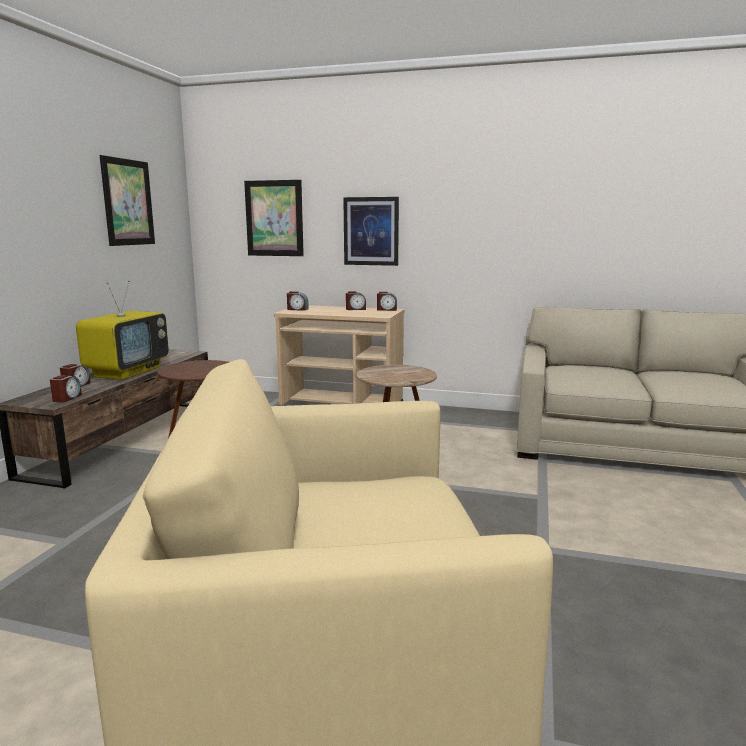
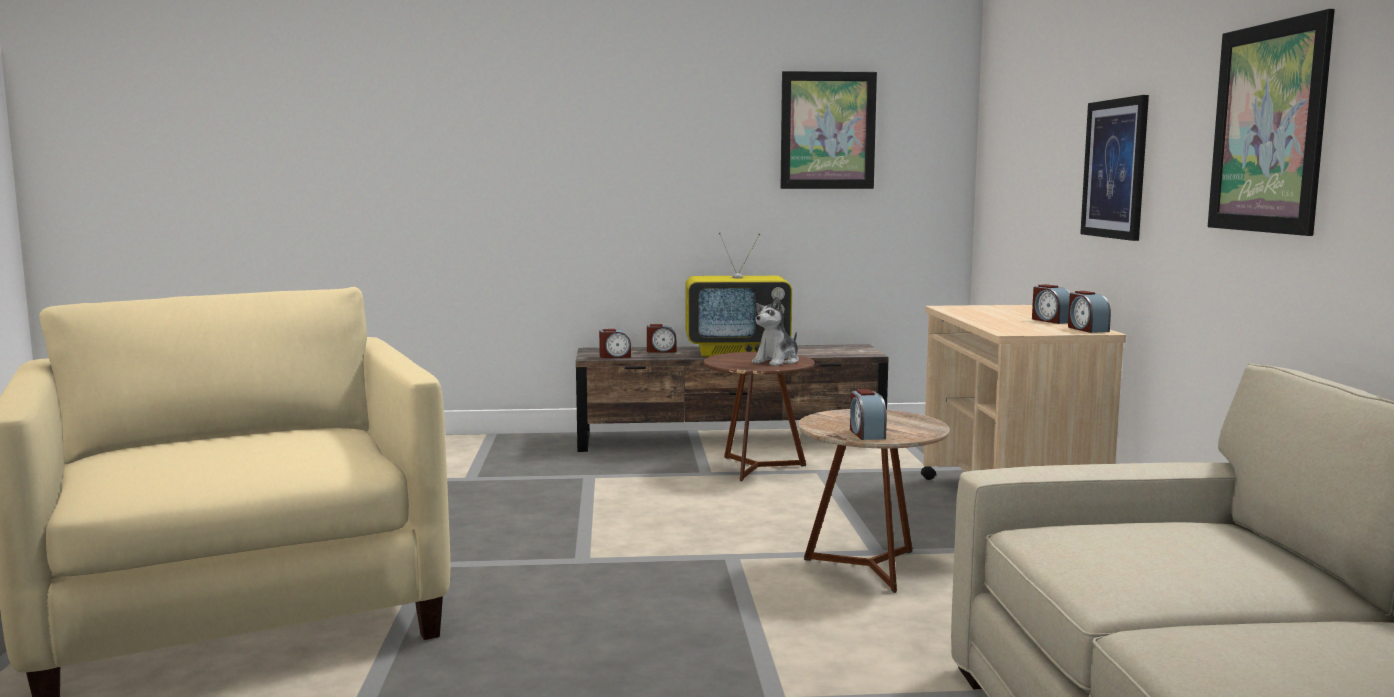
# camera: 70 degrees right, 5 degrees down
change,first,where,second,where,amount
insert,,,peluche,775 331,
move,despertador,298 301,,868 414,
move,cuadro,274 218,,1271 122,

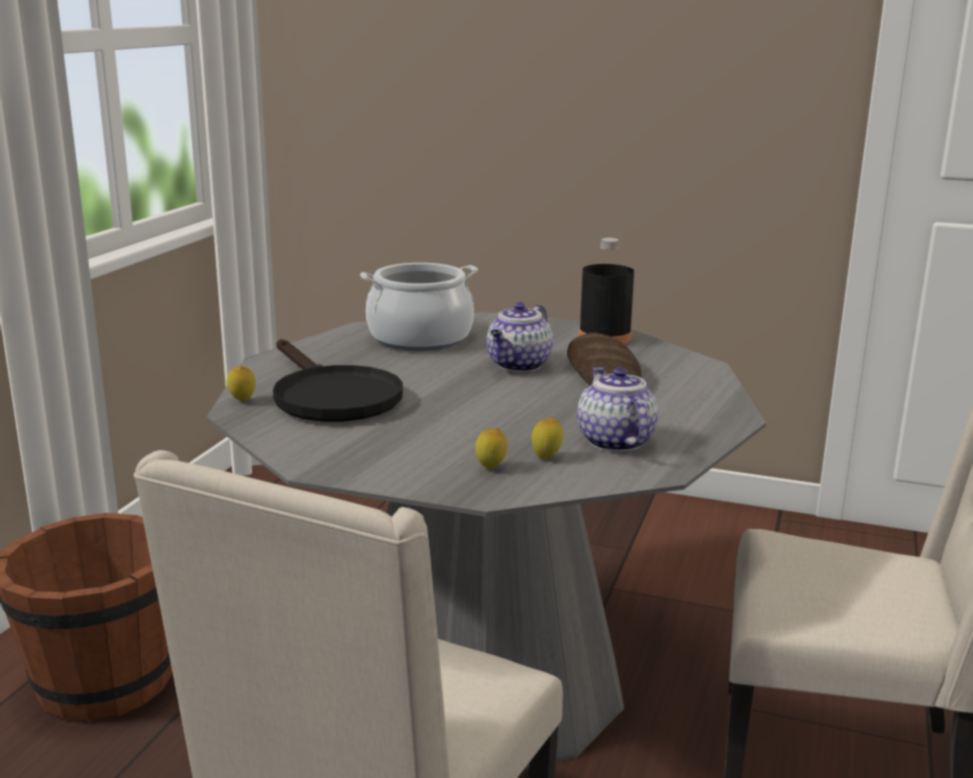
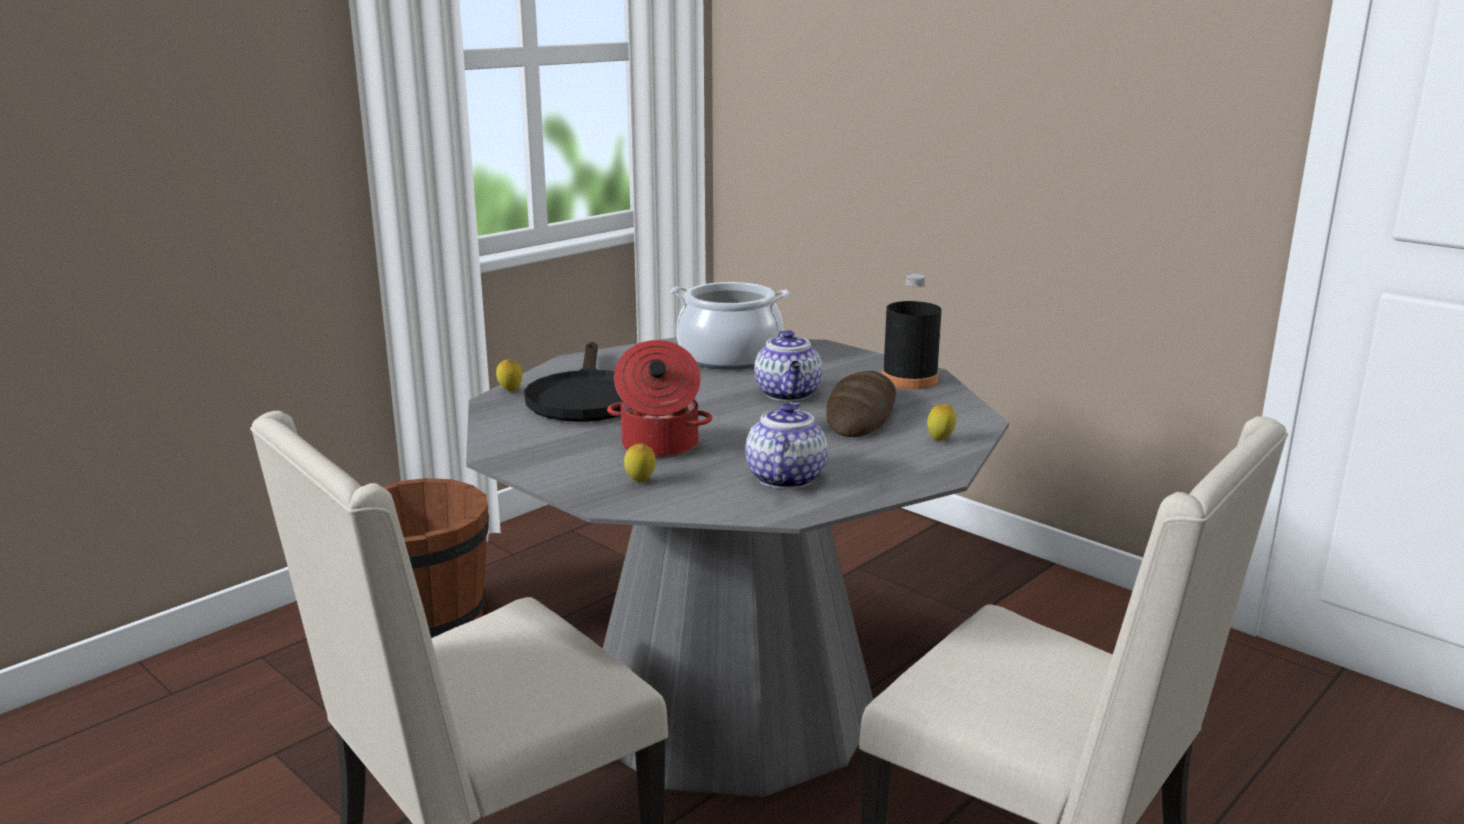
# camera: 25 degrees right, 0 degrees up
change,first,where,second,where,amount
insert,,,olla,659 399,
rotate,tetera,520 337,,788 365,60 degrees counterclockwise
move,limón,547 437,,941 421,

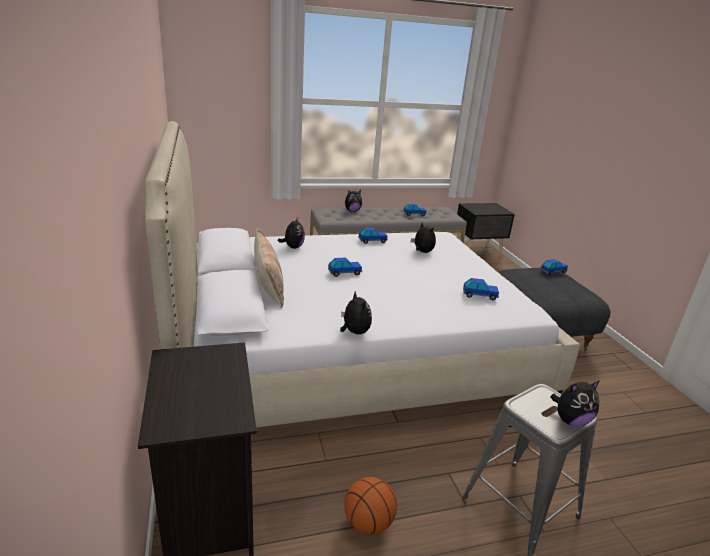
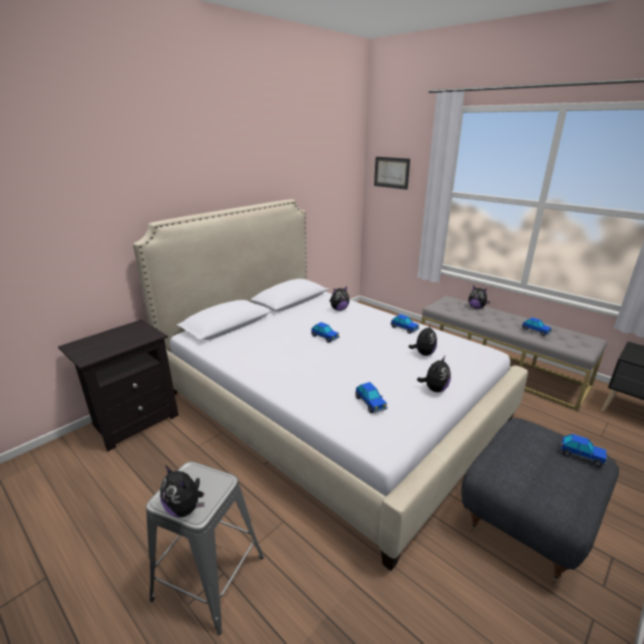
# camera: 60 degrees right, 0 degrees up
change,first,where,second,where,amount
insert,,,cuadro,392 173,
move,peluche,356 312,,434 374,
delete,cojín,269 268,,,
delete,balón de baloncesto,370 506,,,

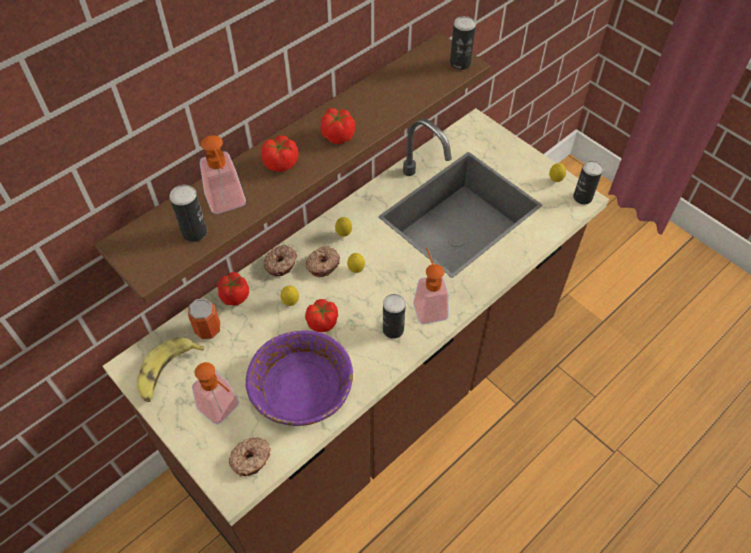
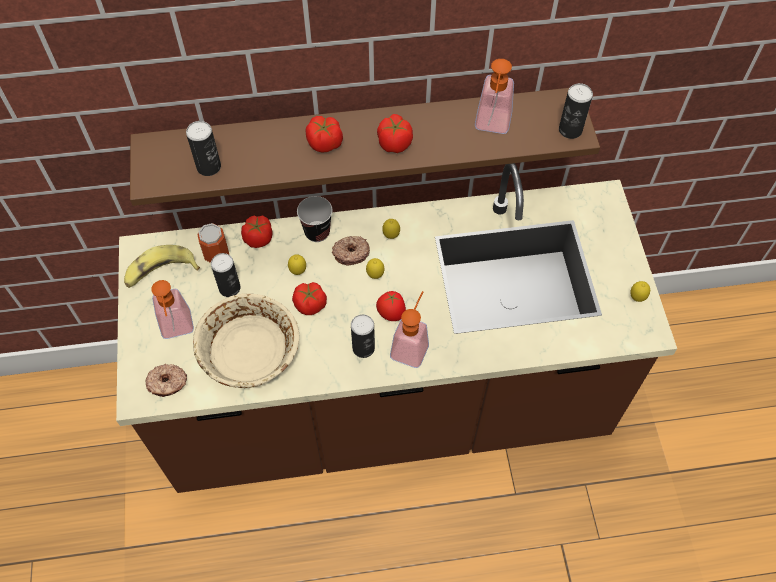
# camera: 35 degrees right, 5 degrees up
change,first,where,second,where,amount
recolor,cuenco/morado,299 378,cuenco/beis,246 340,
move,lata,588 183,,226 275,
replace,rosquilla,280 260,taza,314 219,
insert,,,tomate,391 306,
move,dispensador de jabón,223 174,,494 96,

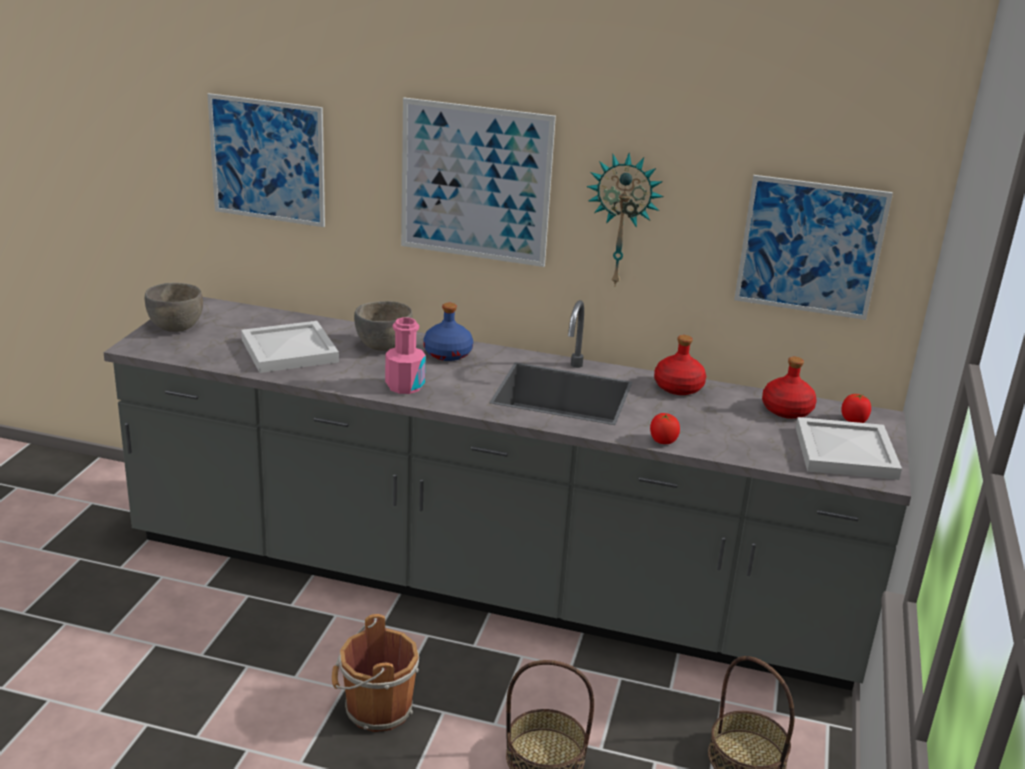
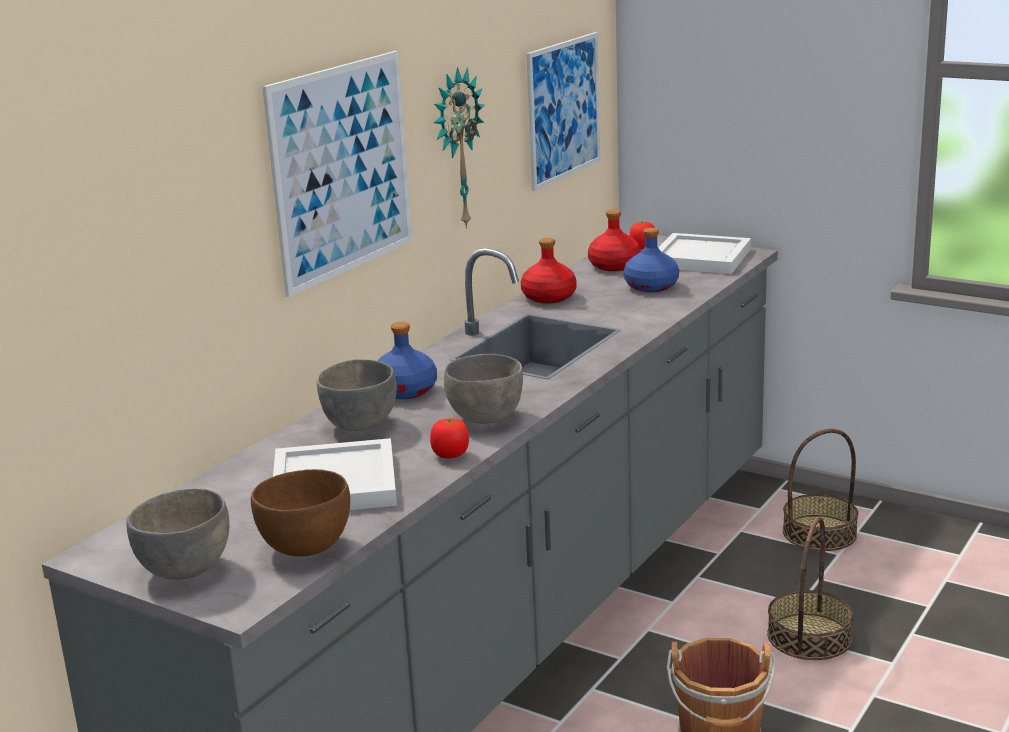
# camera: 70 degrees left, 5 degrees down
change,first,where,second,where,amount
insert,,,cuenco/marrón,300 513,
move,tomate,665 428,,449 438,
replace,botella/rosa,405 355,cuenco/gris,483 389,
insert,,,botella/azul,651 259,
delete,cuadro,266 160,,,

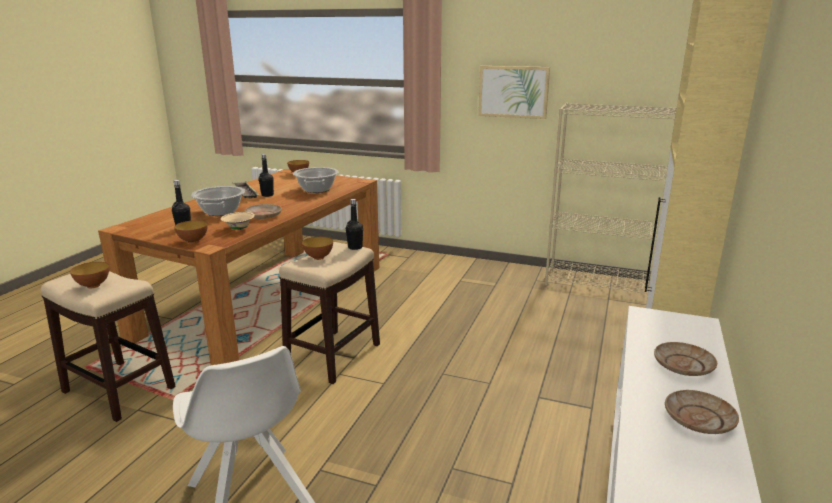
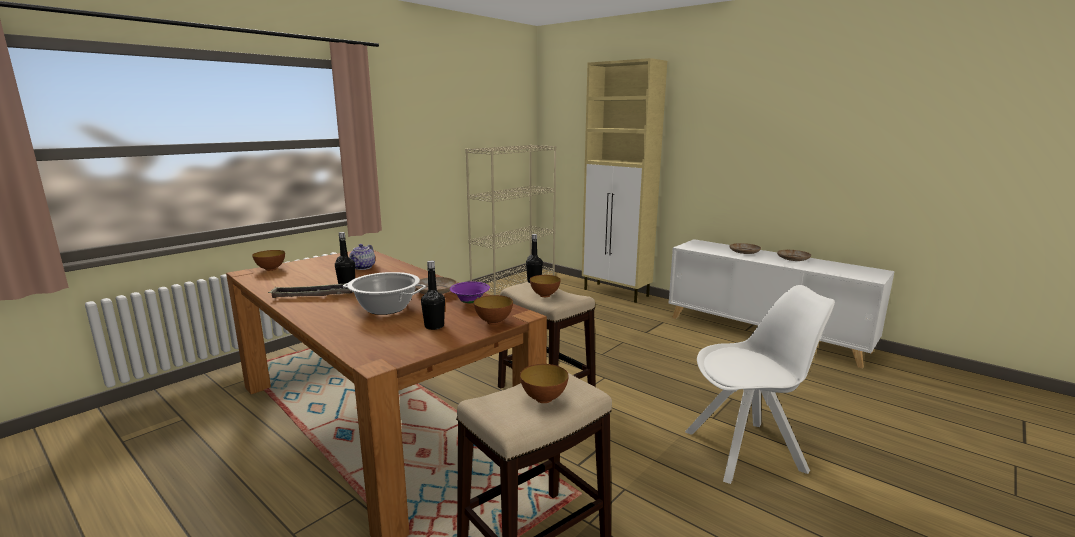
# camera: 70 degrees left, 5 degrees down
change,first,where,second,where,amount
replace,olla,315 180,tetera,362 257,
recolor,cuenco/beis,238 221,cuenco/morado,470 292,
delete,cuadro,514 92,,,

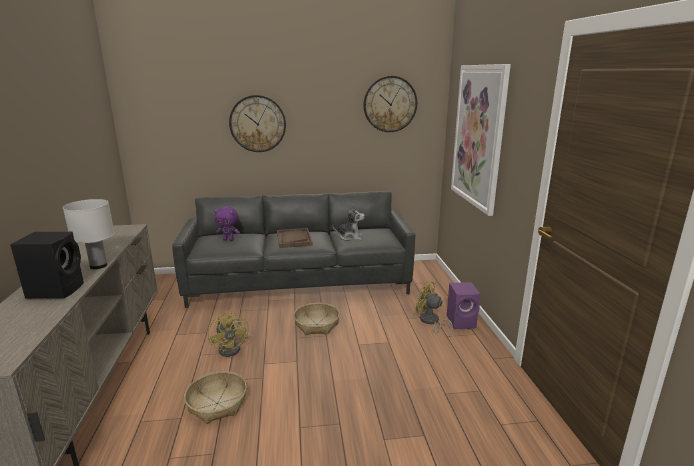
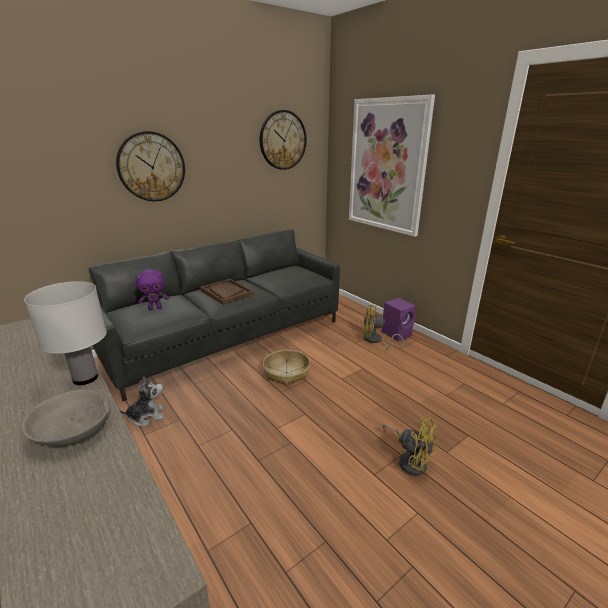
# camera: 30 degrees left, 5 degrees up
change,first,where,second,where,amount
replace,altavoz/negro,47 265,cuenco/gris,65 417,
move,peluche,349 223,,142 401,
move,ventilador/amarillo,228 333,,409 446,
delete,cesta,215 397,,,

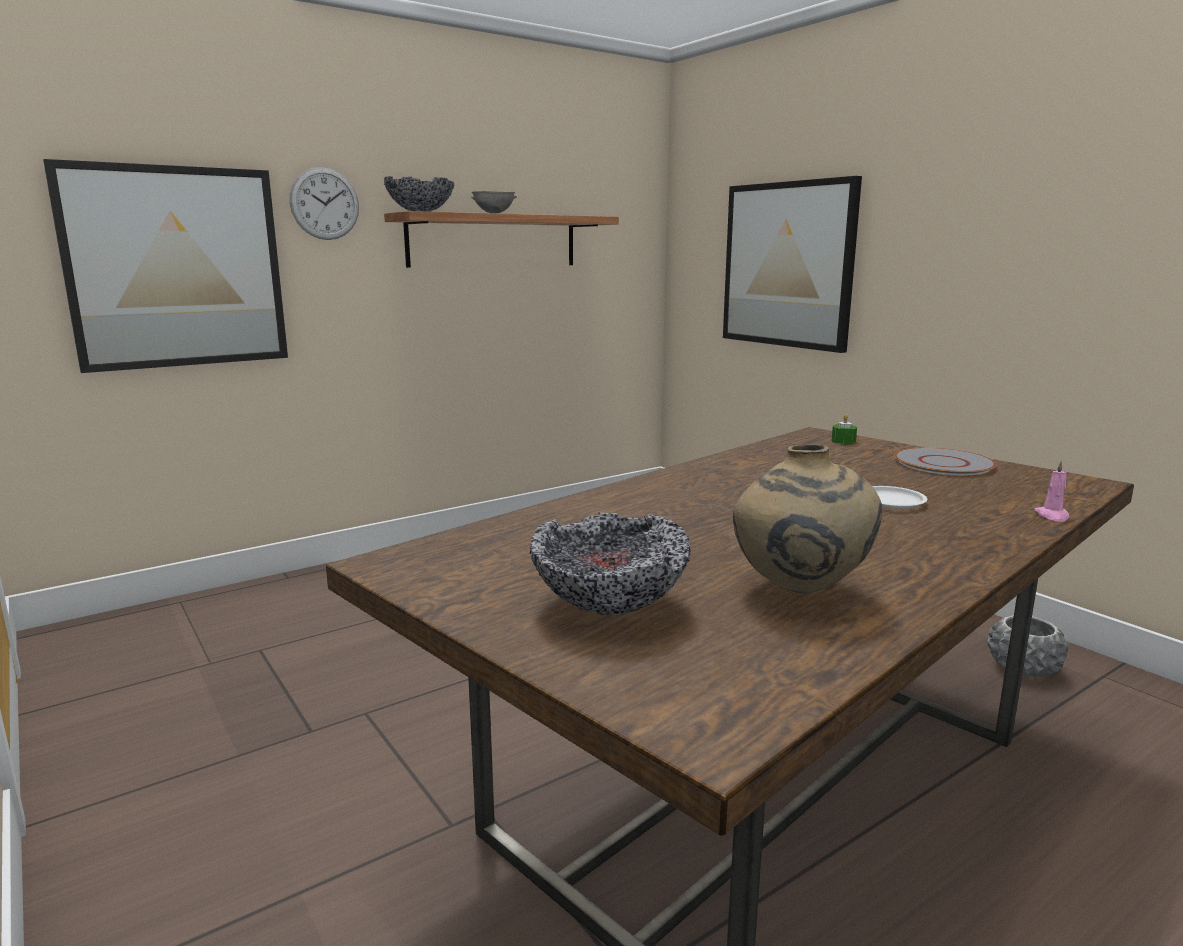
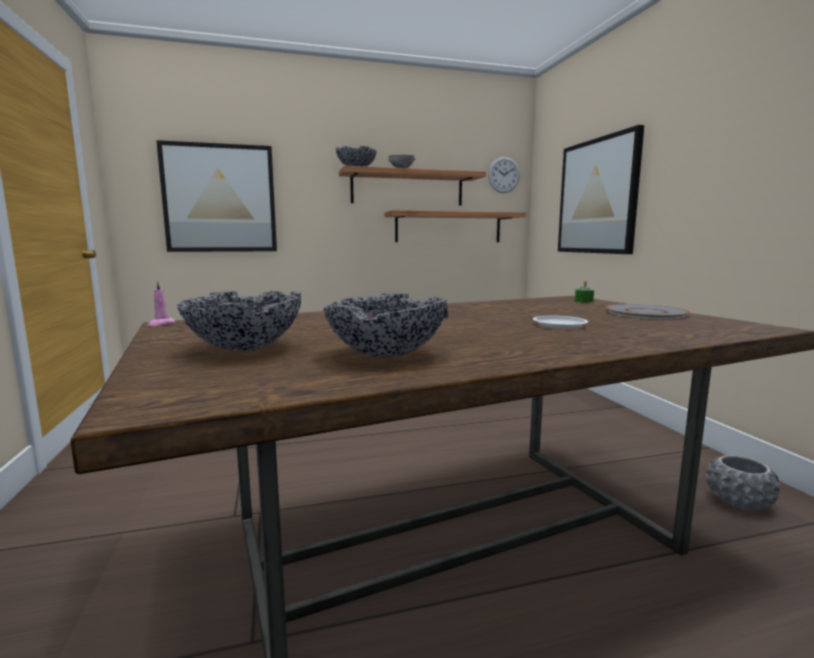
# camera: 20 degrees right, 5 degrees down
change,first,where,second,where,amount
move,vela/rosa,1052 491,,161 303,
replace,florero/beis,807 519,cuenco,385 325,
insert,,,estante,455 226,
move,reloj de pared,324 203,,504 175,

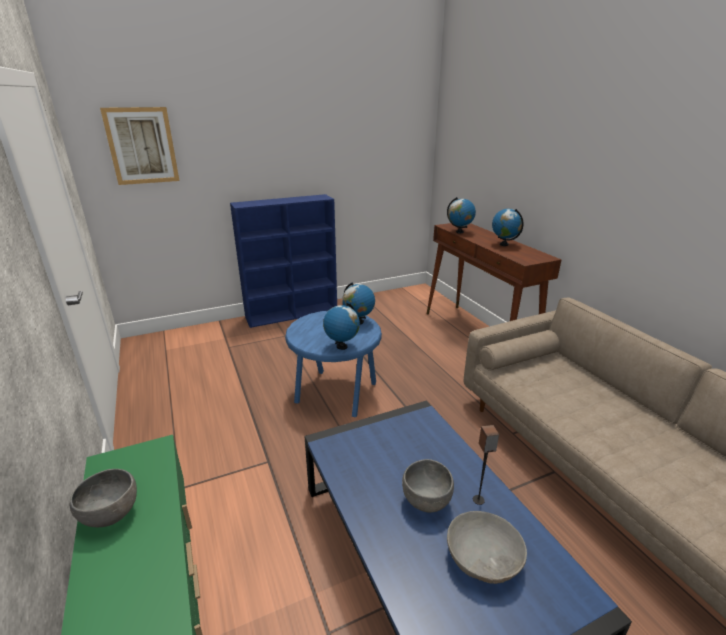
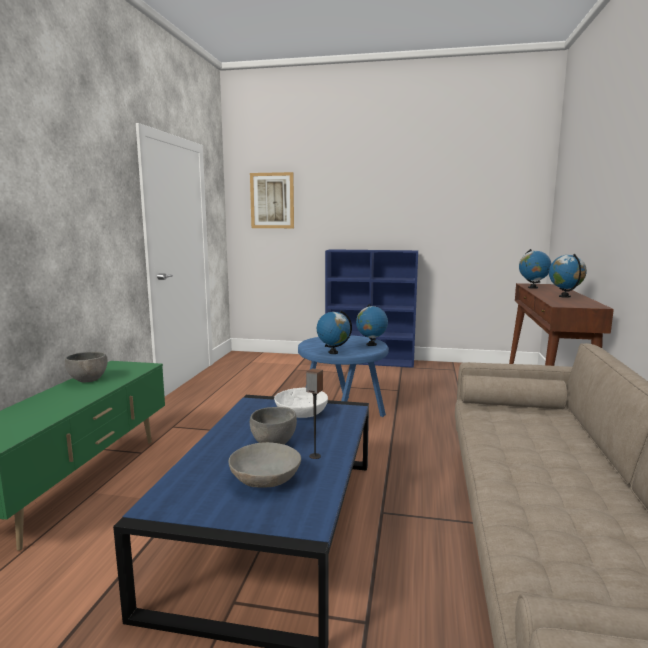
# camera: 35 degrees right, 15 degrees down
change,first,where,second,where,amount
insert,,,cuenco/blanco,301 403,

